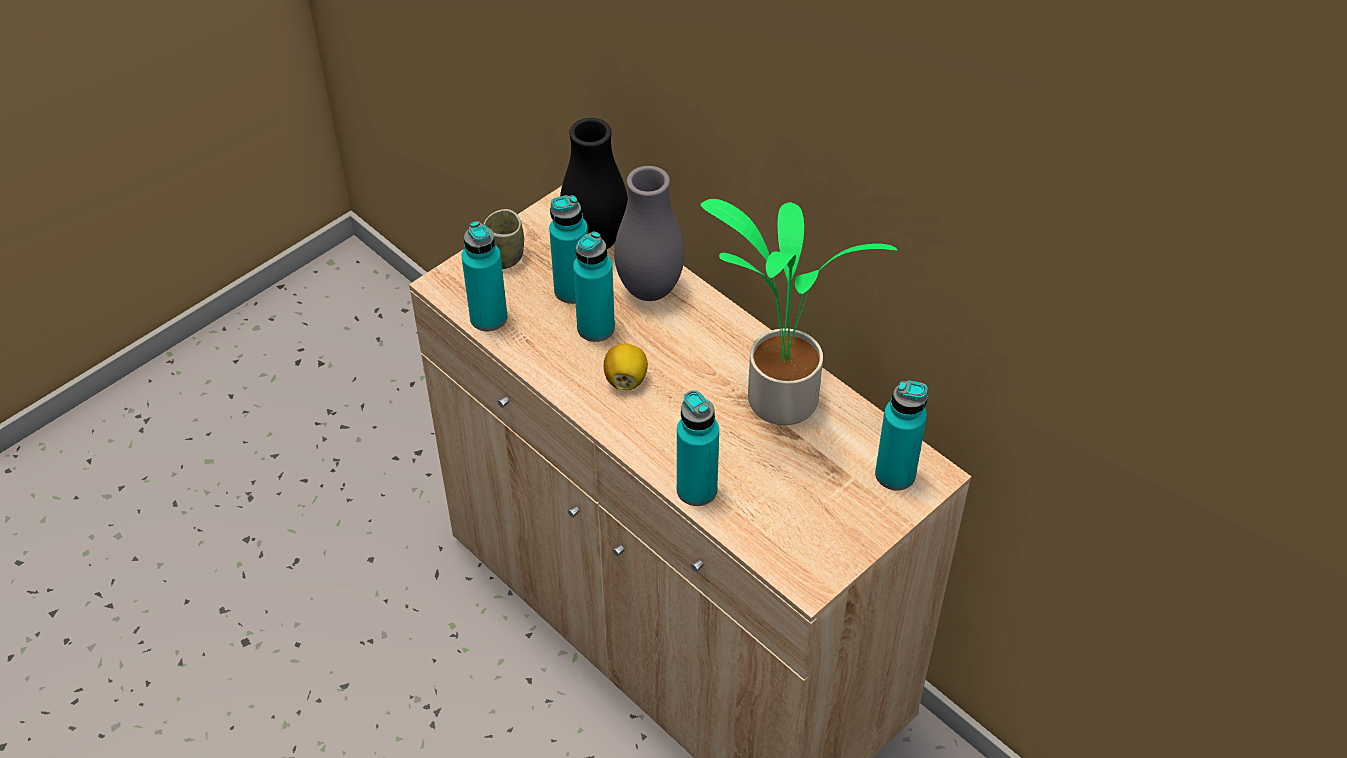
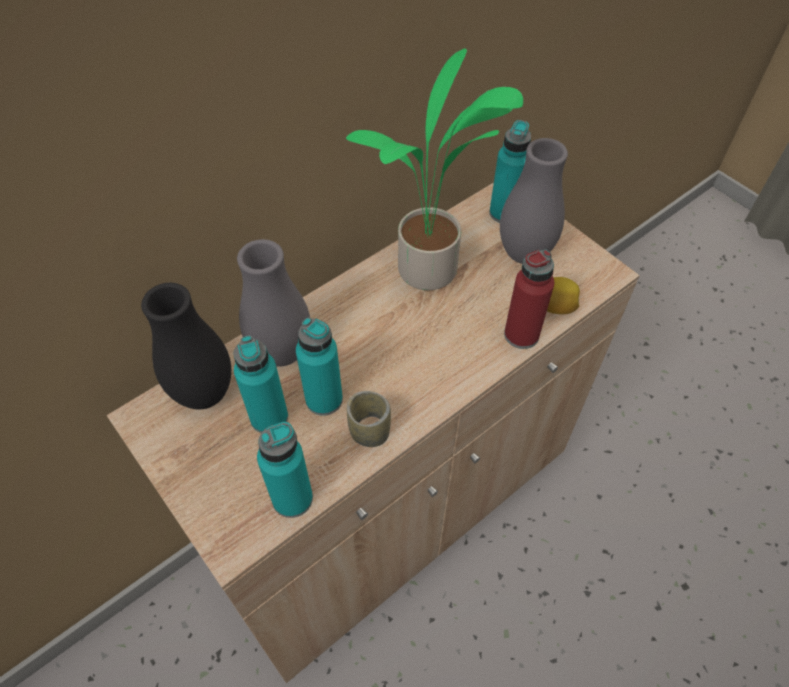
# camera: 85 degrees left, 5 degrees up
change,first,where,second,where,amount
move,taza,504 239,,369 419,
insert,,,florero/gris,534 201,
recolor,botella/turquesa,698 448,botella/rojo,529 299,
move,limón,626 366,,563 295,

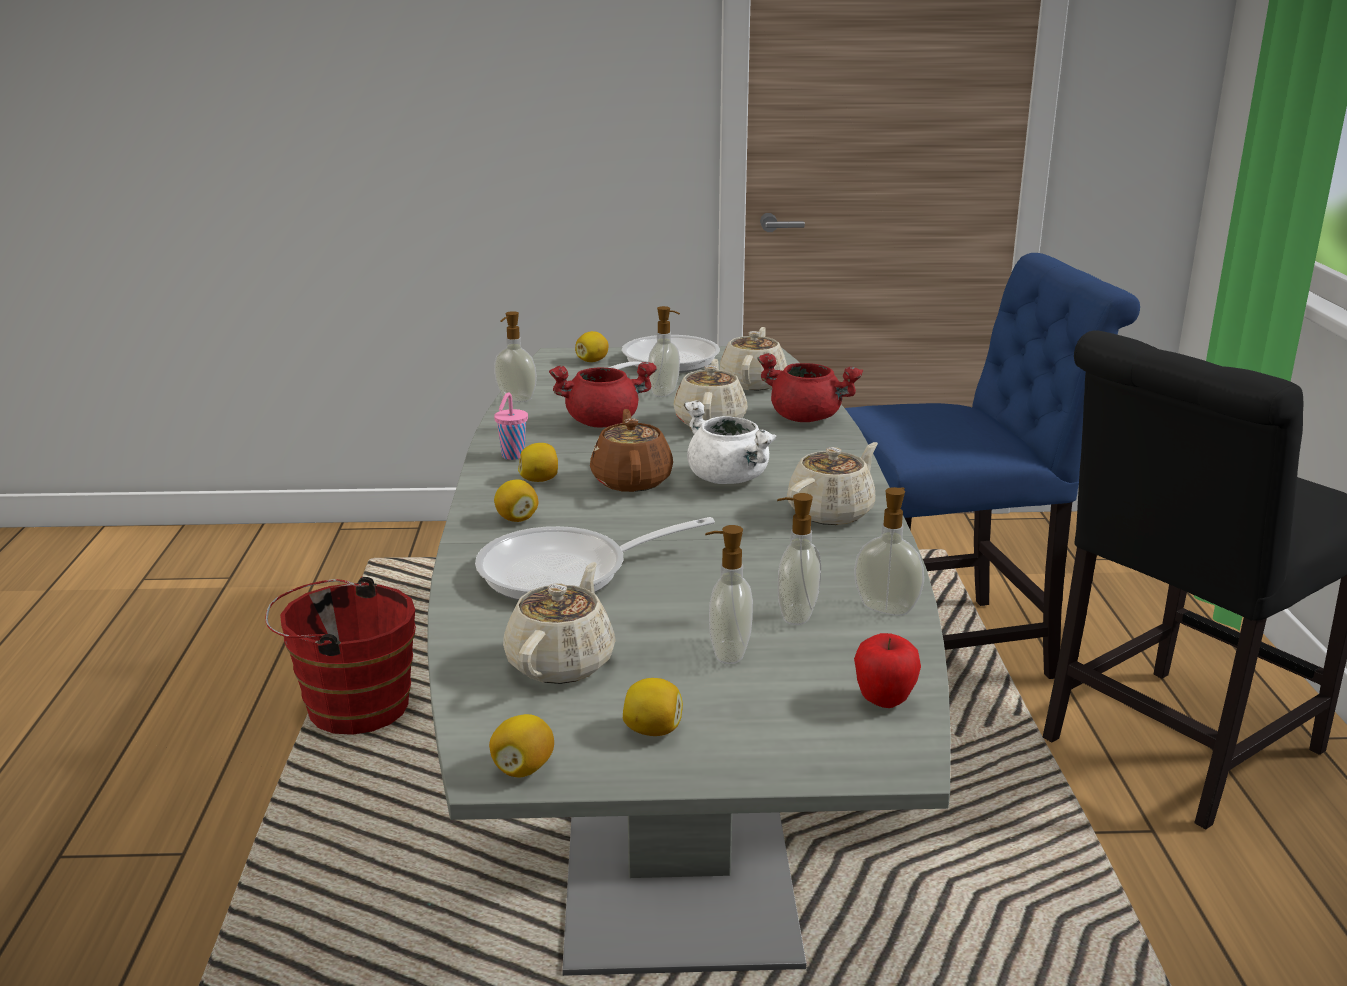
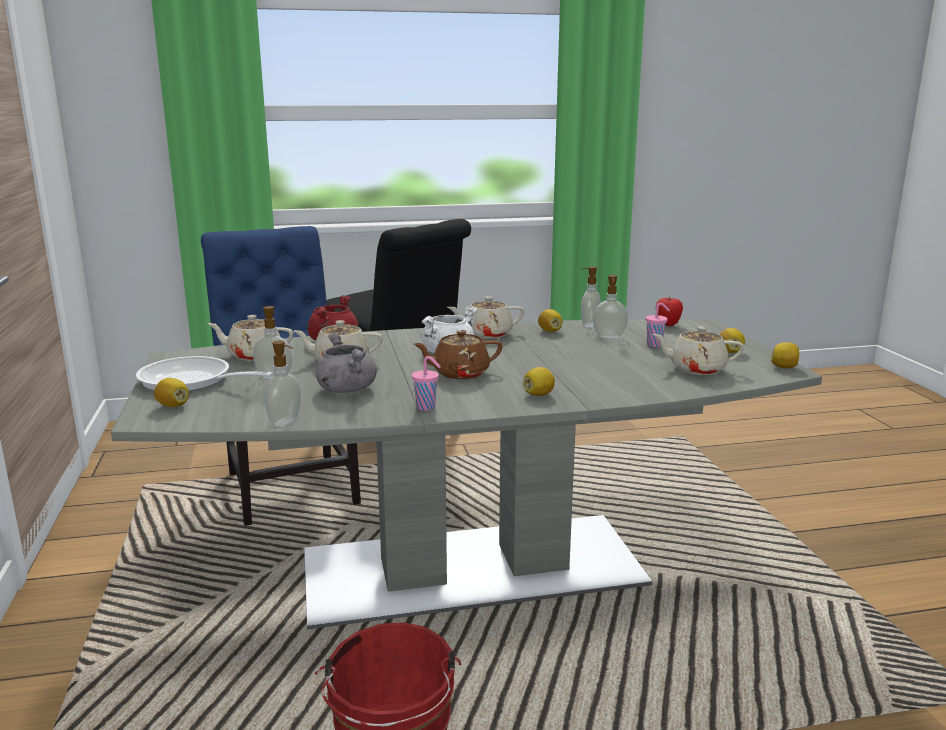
# camera: 100 degrees left, 5 degrees down
change,first,where,second,where,amount
recolor,olla/rojo,603 395,olla/gris,346 363,
rotate,tetera/beis,832 483,,485 317,45 degrees counterclockwise
move,limón,538 462,,550 320,
replace,dispensador de jabón,729 594,taza/rosa,658 324,
delete,sartén,595 558,,,

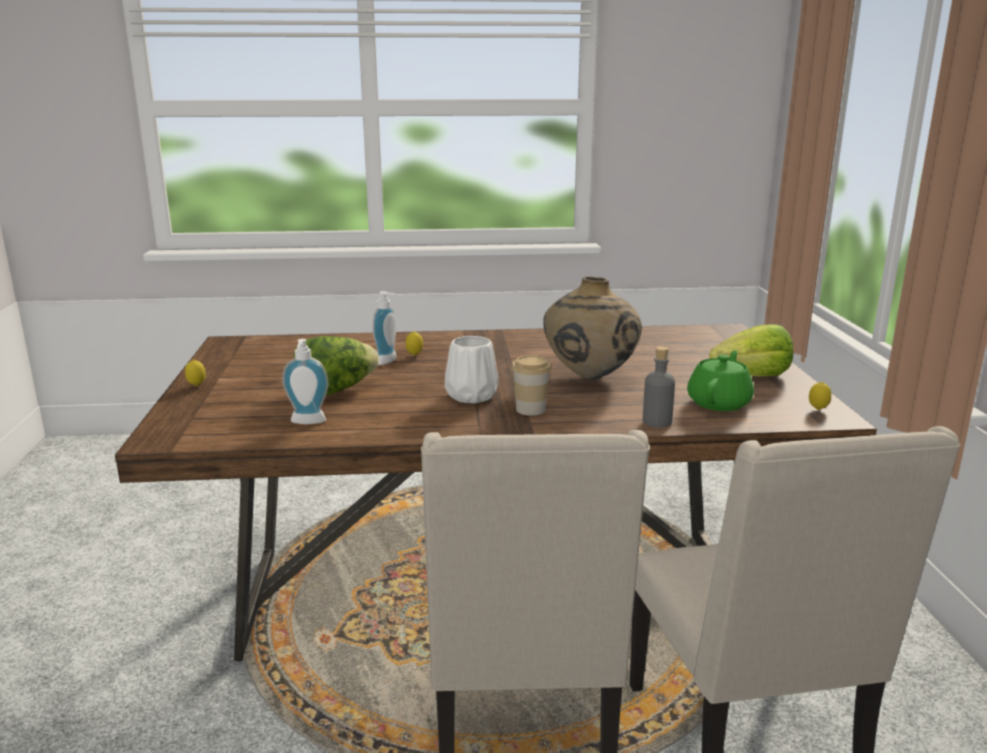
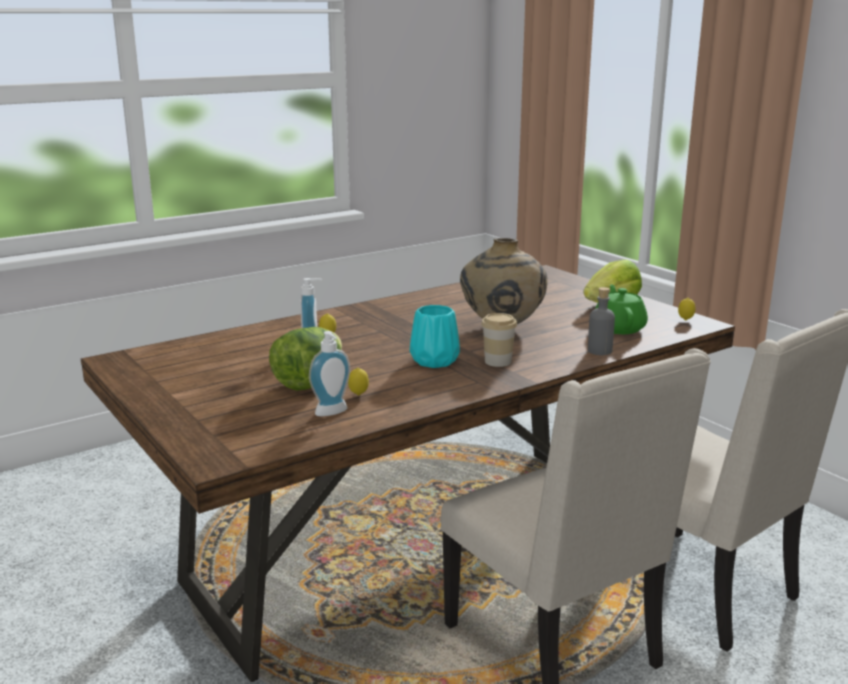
# camera: 30 degrees left, 0 degrees up
change,first,where,second,where,amount
move,limón,195 373,,358 381,
recolor,florero/blanco,471 369,florero/turquesa,435 336,

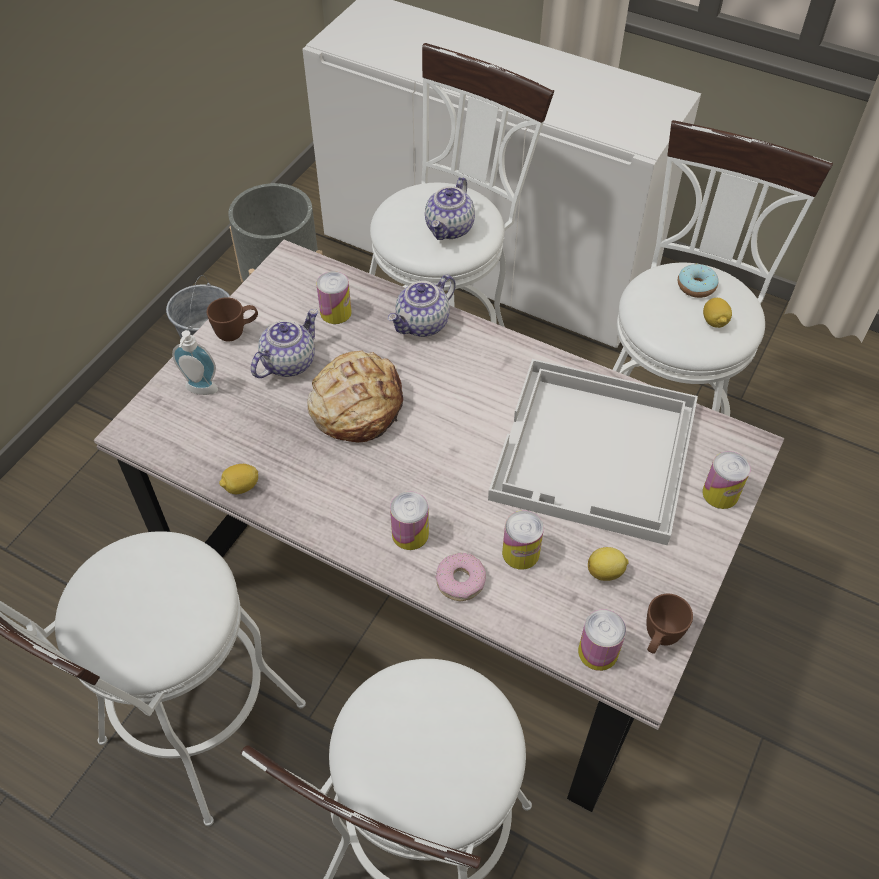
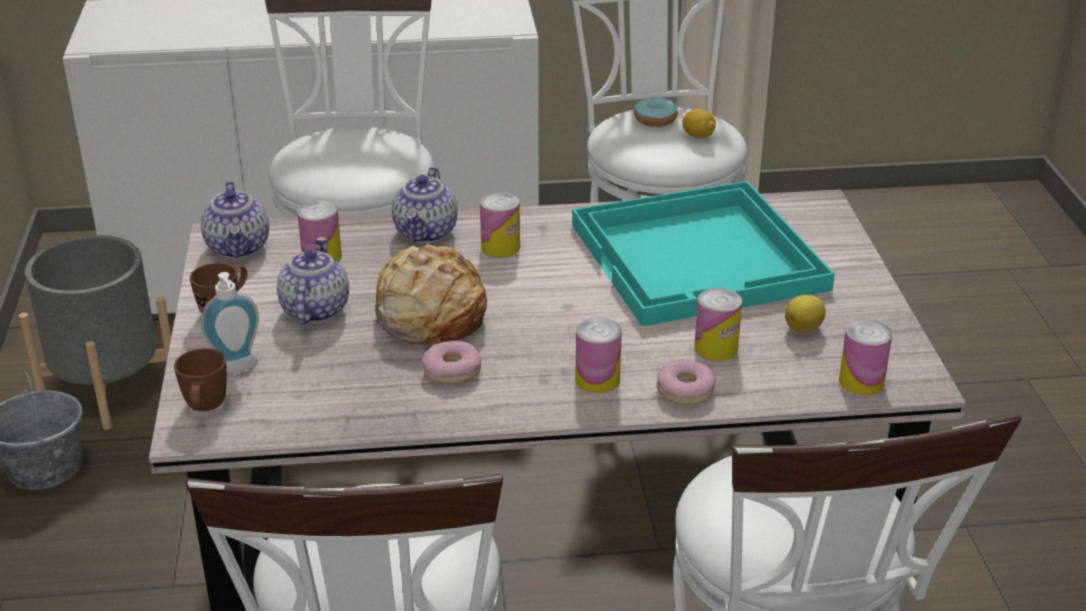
# camera: 35 degrees left, 20 degrees down
change,first,where,second,where,amount
move,taza grande/marrón,669 624,,200 379,
move,tetera,450 208,,235 219,
insert,,,rosquilla,451 363,
move,lata,726 480,,500 225,
recolor,bandeja/blanco,593 452,bandeja/turquesa,703 253,
delete,limón,238 479,,,

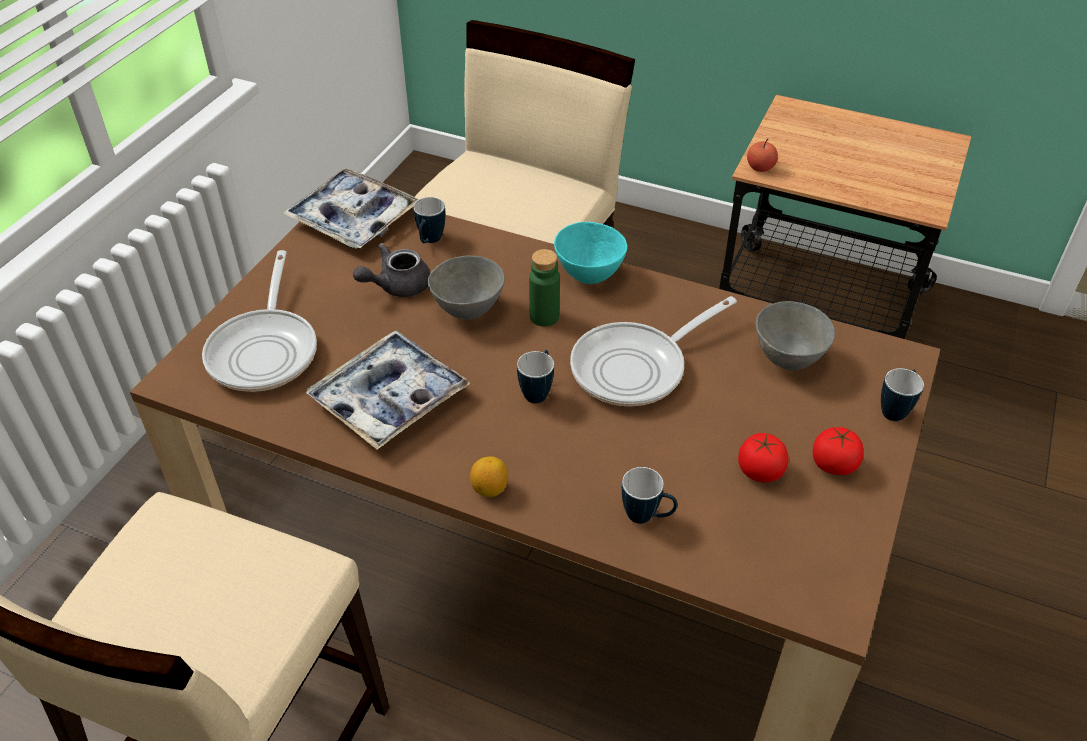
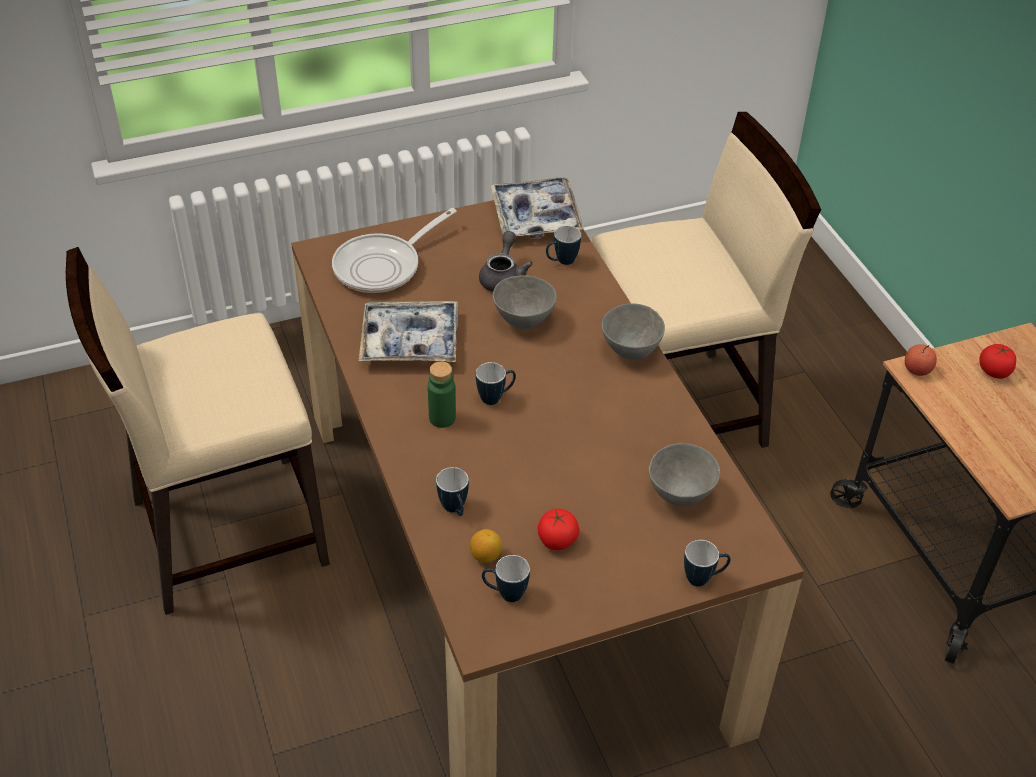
# camera: 45 degrees right, 0 degrees up
change,first,where,second,where,amount
move,botella/verde,544 288,,442 394,
move,limón,489 476,,486 546,
rotate,tetera/gris,392 270,,506 261,90 degrees clockwise
insert,,,taza grande,506 578,
recolor,cuenco/turquesa,591 253,cuenco/gris,633 332,
move,tomate,838 451,,997 361,
delete,sartén,653 351,,,

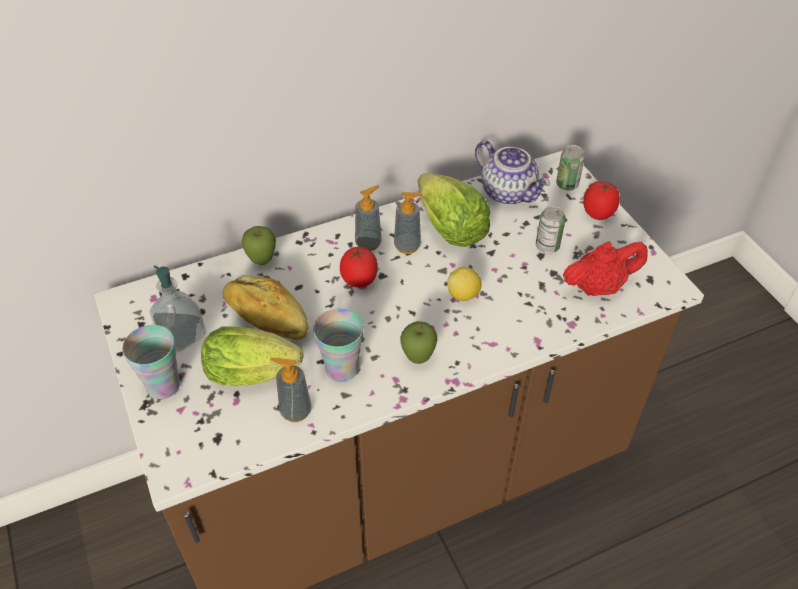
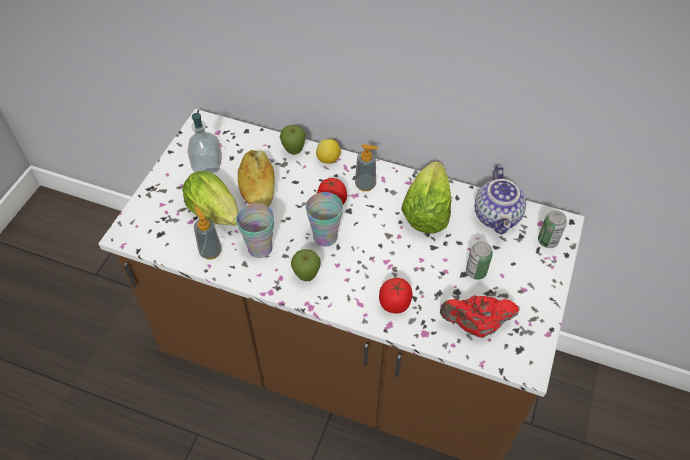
# camera: 45 degrees right, 5 degrees up
change,first,where,second,where,amount
move,taza,151 362,,324 219,
move,limón,464 284,,328 151,
move,tomate,601 200,,395 296,
rotate,tetera/rojo,605 268,,479 316,150 degrees clockwise
delete,dispensador de jabón,408 223,,,

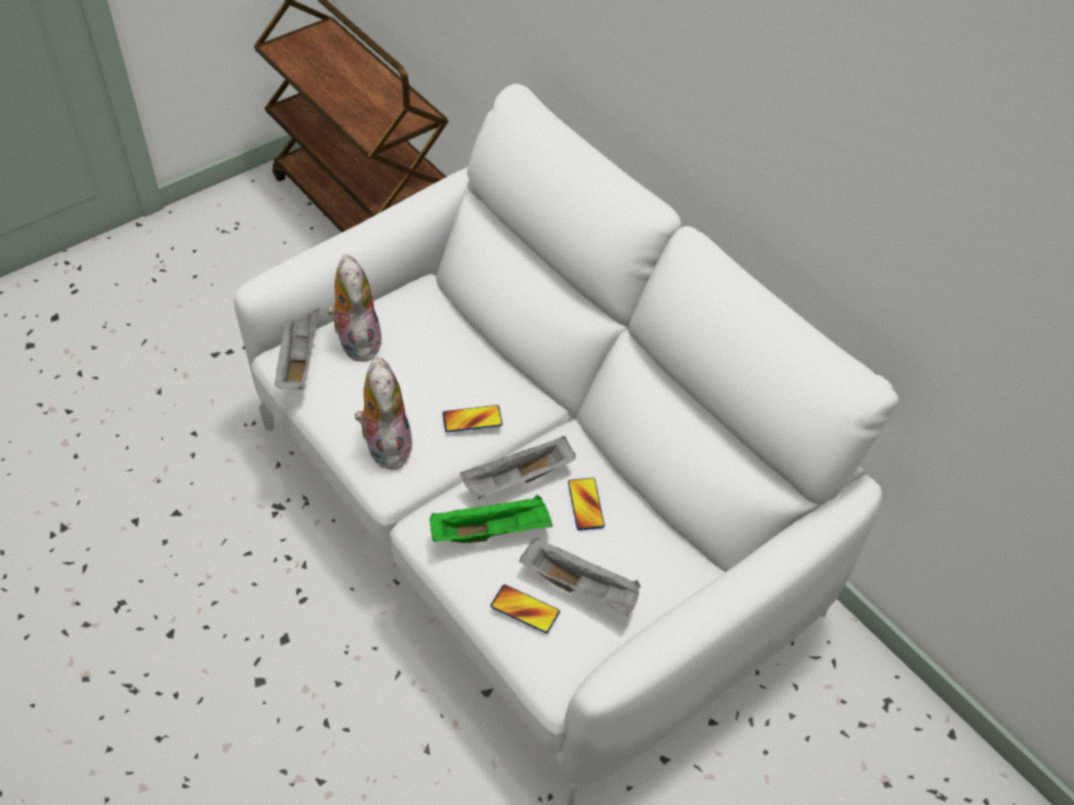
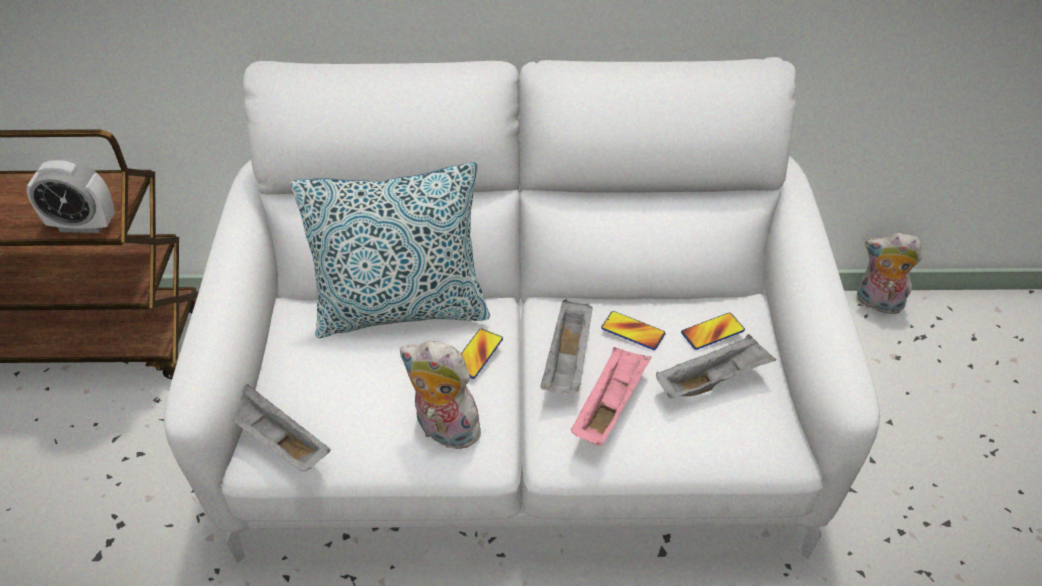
# camera: 50 degrees left, 5 degrees down
change,first,where,second,where,amount
insert,,,despertador,71 195,
insert,,,cojín,390 250,
recolor,bandeja/verde,491 519,bandeja/rosa,611 396,
move,móvil,525 608,,713 331,
move,peluche,354 307,,889 273,

